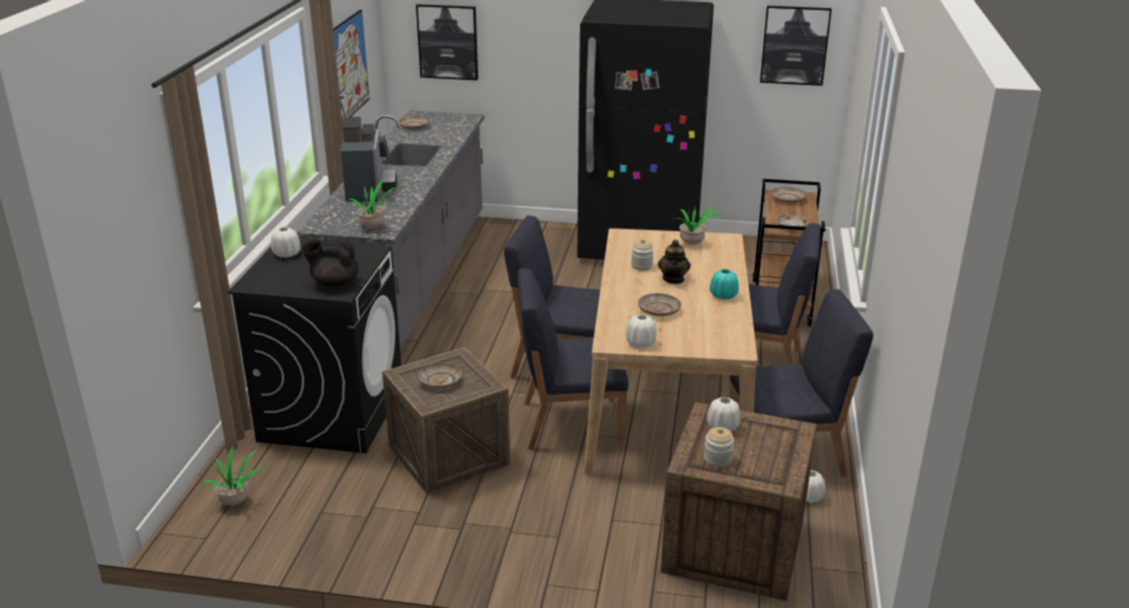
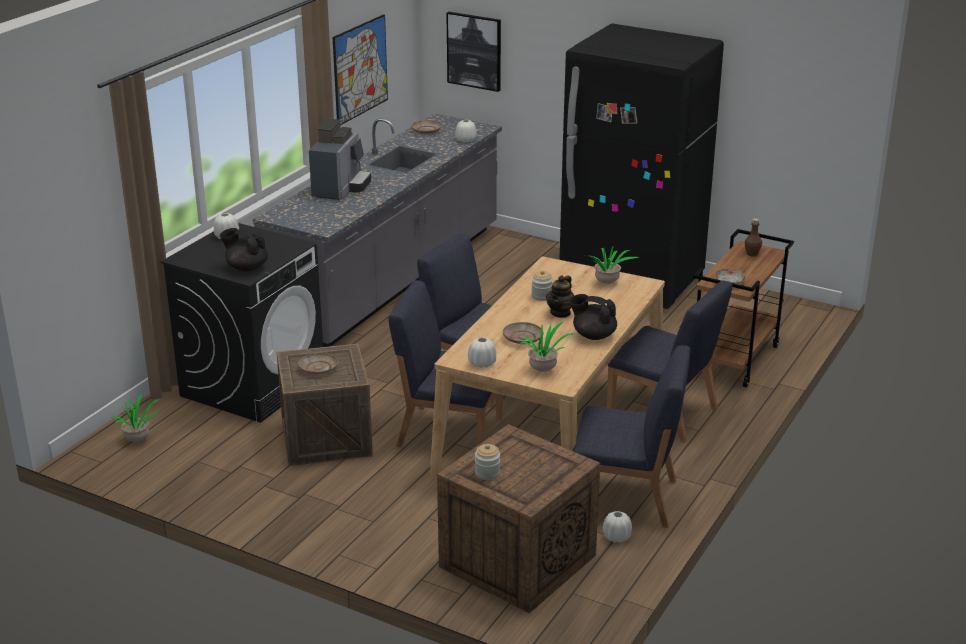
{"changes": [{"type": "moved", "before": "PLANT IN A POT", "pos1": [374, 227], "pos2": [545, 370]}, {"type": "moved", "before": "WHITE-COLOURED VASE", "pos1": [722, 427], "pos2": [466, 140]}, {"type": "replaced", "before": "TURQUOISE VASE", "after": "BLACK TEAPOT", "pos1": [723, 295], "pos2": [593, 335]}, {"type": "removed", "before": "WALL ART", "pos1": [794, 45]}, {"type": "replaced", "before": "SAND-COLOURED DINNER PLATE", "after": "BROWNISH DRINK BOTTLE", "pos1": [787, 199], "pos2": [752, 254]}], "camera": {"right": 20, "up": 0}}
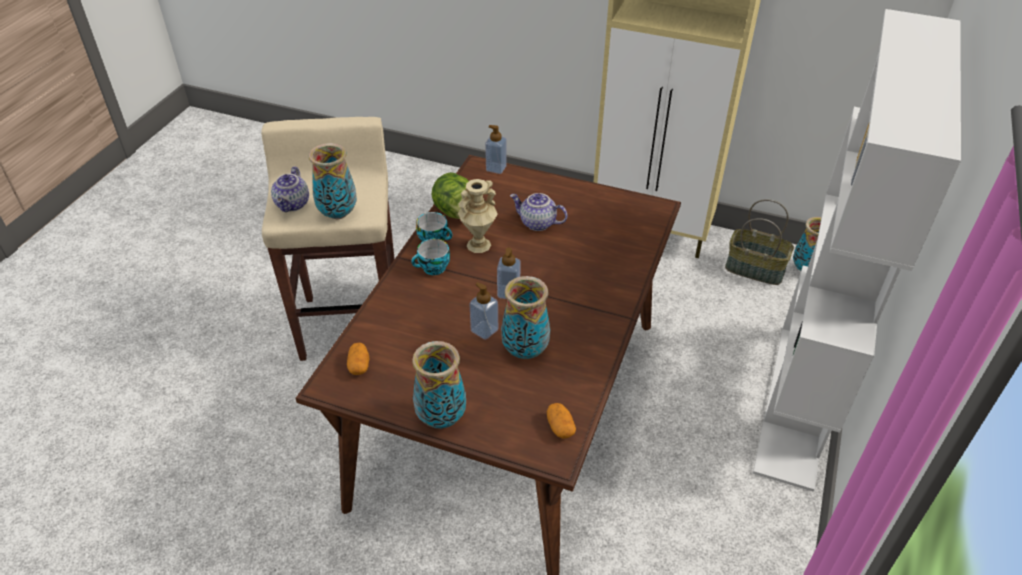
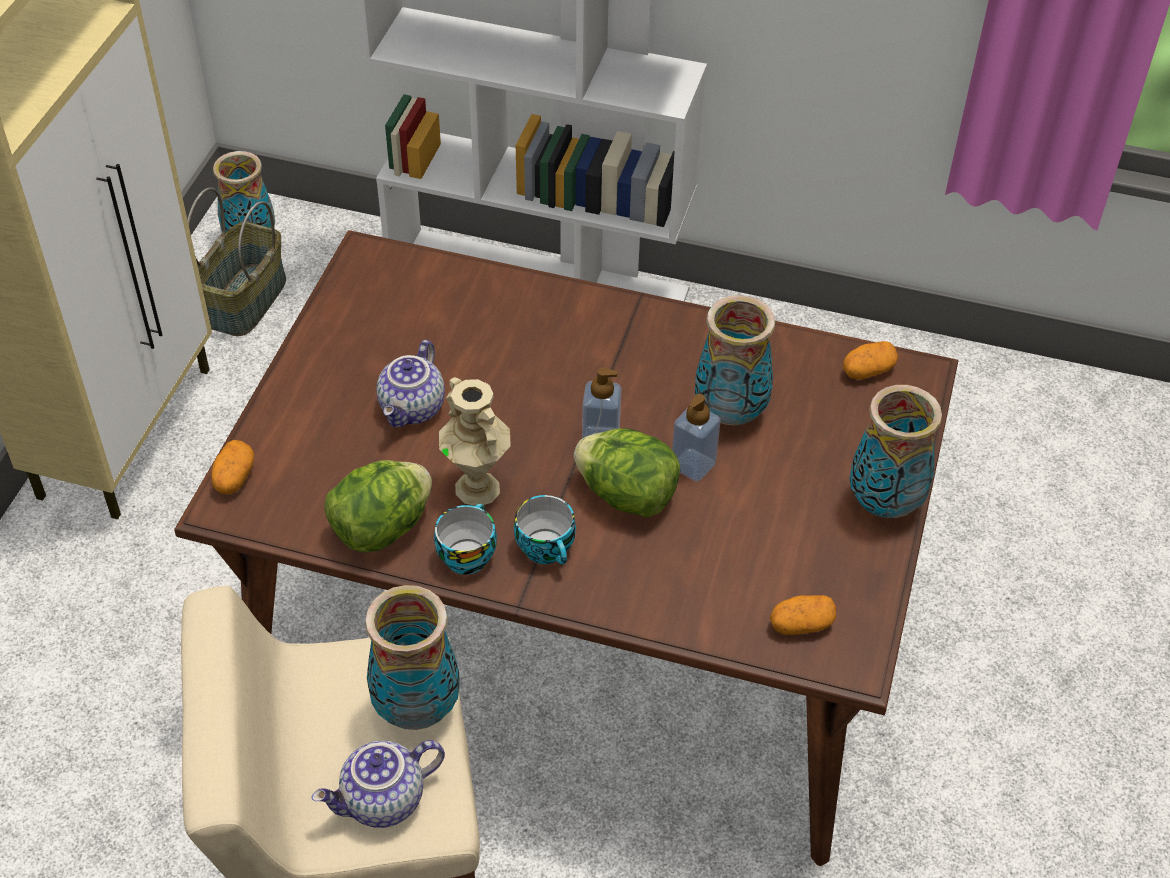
{"changes": [{"type": "turned", "before": "TEAPOT", "pos1": [293, 204], "pos2": [383, 802], "turn": 150}, {"type": "replaced", "before": "SOAP DISPENSER", "after": "WHOLE POTATO", "pos1": [496, 168], "pos2": [234, 477]}, {"type": "added", "after": "LETTUCE", "pos2": [627, 496]}], "camera": {"right": -95, "up": 5}}
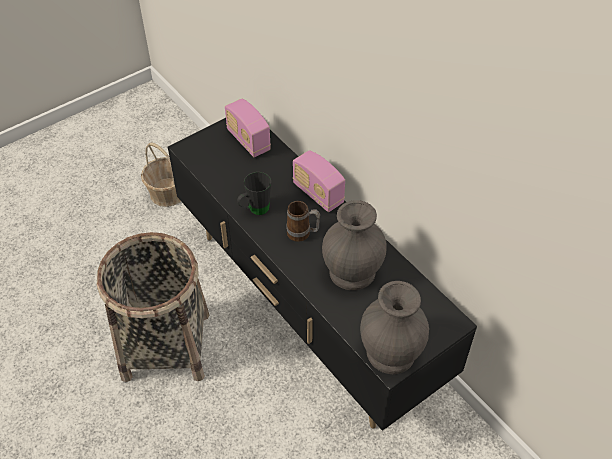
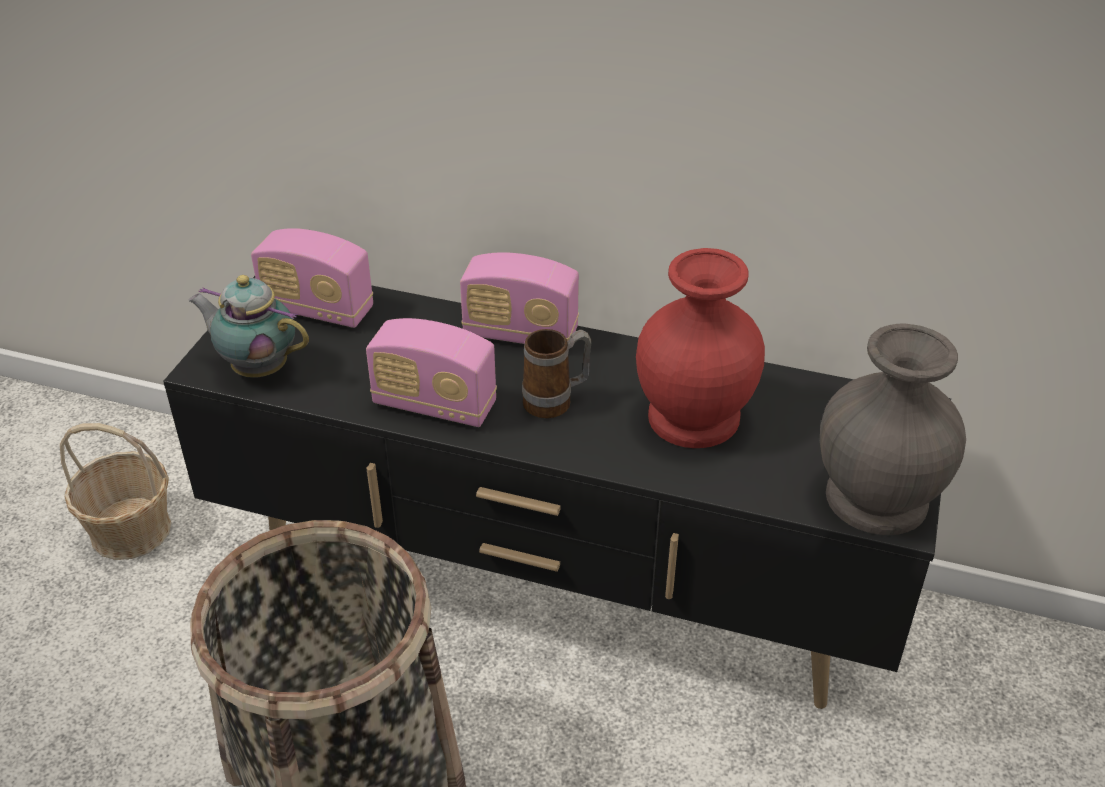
{"changes": [{"type": "replaced", "before": "BLACK TEA MUG", "after": "RADIO SET", "pos1": [254, 210], "pos2": [434, 405]}, {"type": "recoloured", "before": "GRAY VASE", "after": "RED-COLOURED VASE", "pos1": [353, 271], "pos2": [696, 415]}, {"type": "added", "after": "TEAPOT", "pos2": [257, 368]}], "camera": {"right": -35, "up": -10}}
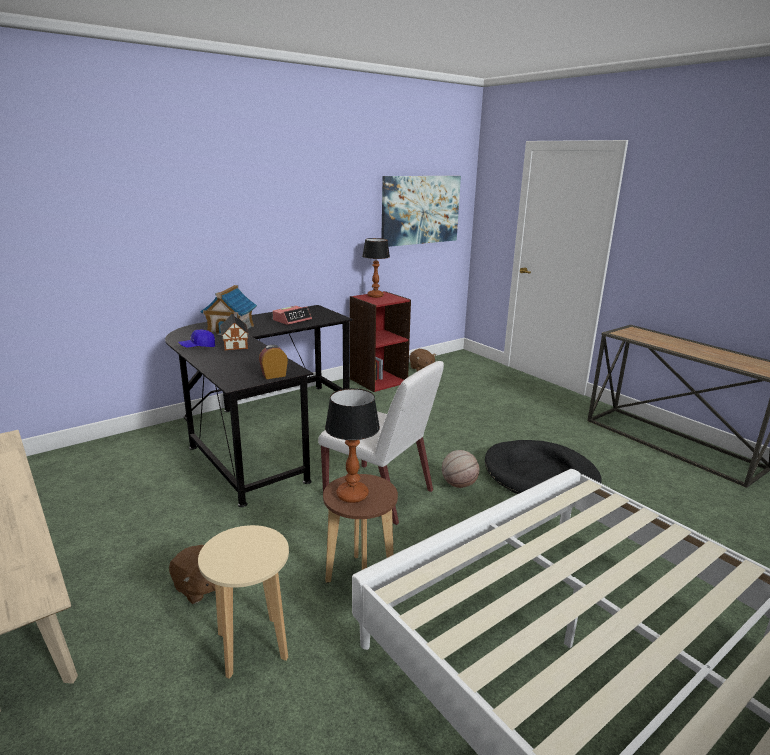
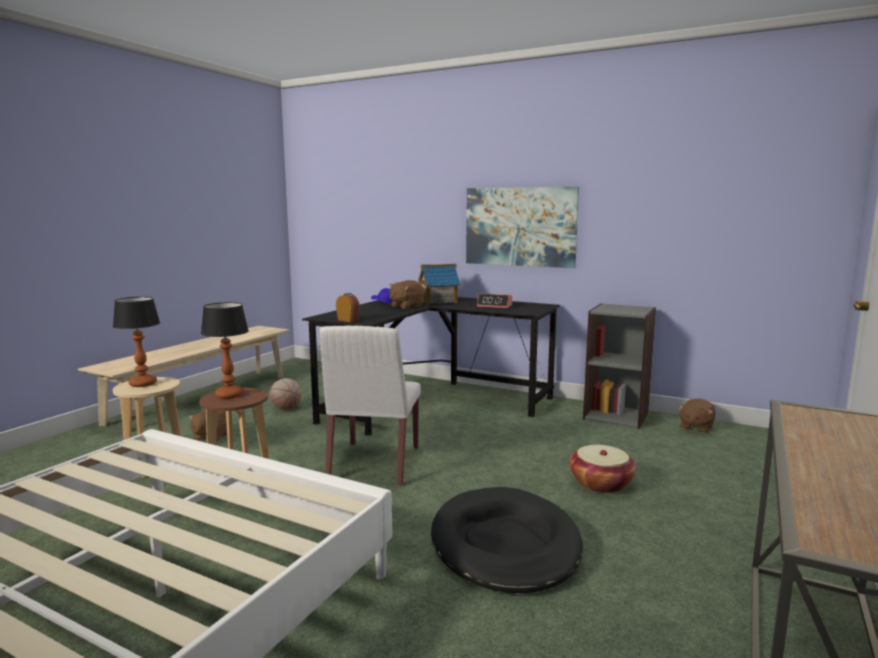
{"changes": [{"type": "replaced", "before": "MINIATURE HOUSE", "after": "BROWNISH CUDDLY TOY", "pos1": [235, 343], "pos2": [406, 306]}, {"type": "recoloured", "before": "RED-COLOURED BOOKCASE", "after": "GRAY BOOKCASE", "pos1": [378, 380], "pos2": [616, 415]}, {"type": "moved", "before": "TABLE LAMP", "pos1": [375, 296], "pos2": [143, 384]}, {"type": "moved", "before": "WALL ART", "pos1": [420, 210], "pos2": [520, 226]}, {"type": "moved", "before": "BASKETBALL BALL", "pos1": [458, 484], "pos2": [286, 408]}, {"type": "added", "after": "HOUSEHOLD BASKET", "pos2": [601, 483]}], "camera": {"right": 65, "up": -10}}
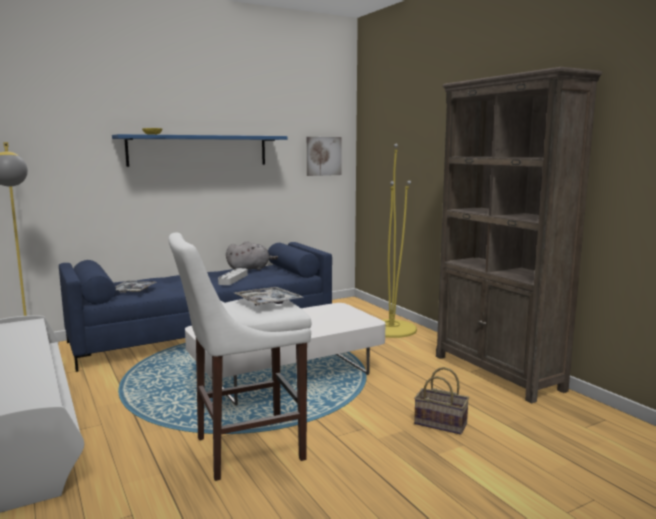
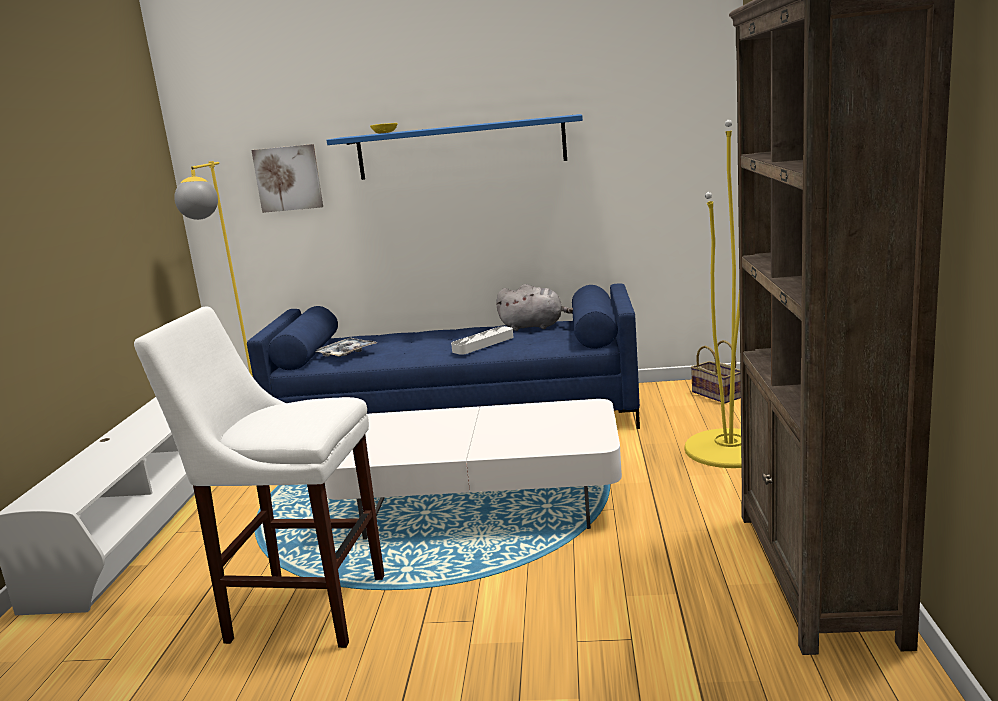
{"changes": [{"type": "removed", "before": "CARRYING TRAY", "pos1": [268, 303]}, {"type": "moved", "before": "WALL ART", "pos1": [323, 156], "pos2": [288, 178]}, {"type": "moved", "before": "HOUSEHOLD BASKET", "pos1": [442, 423], "pos2": [718, 395]}], "camera": {"right": 35, "up": 5}}
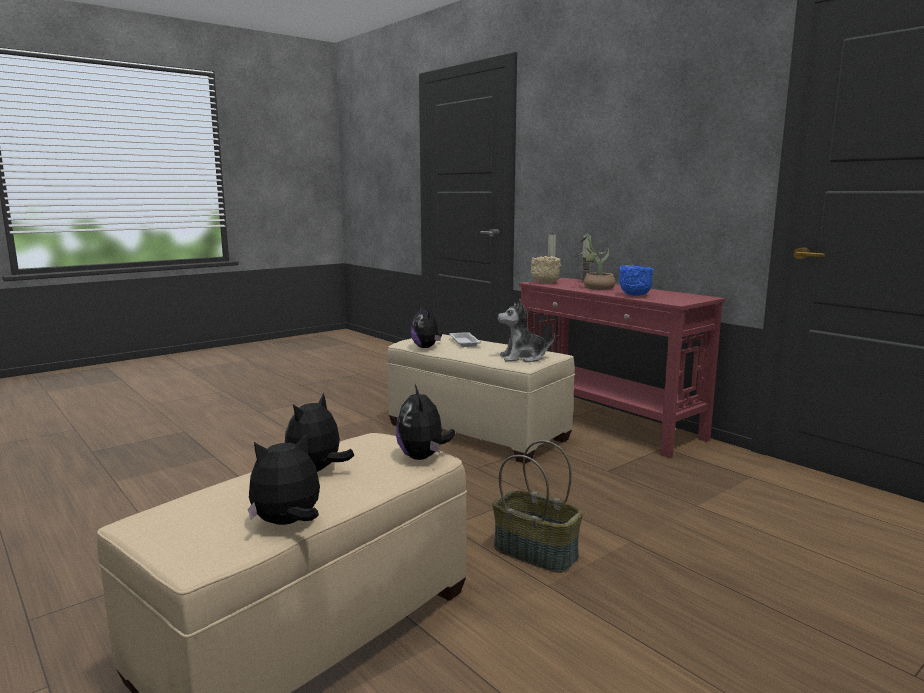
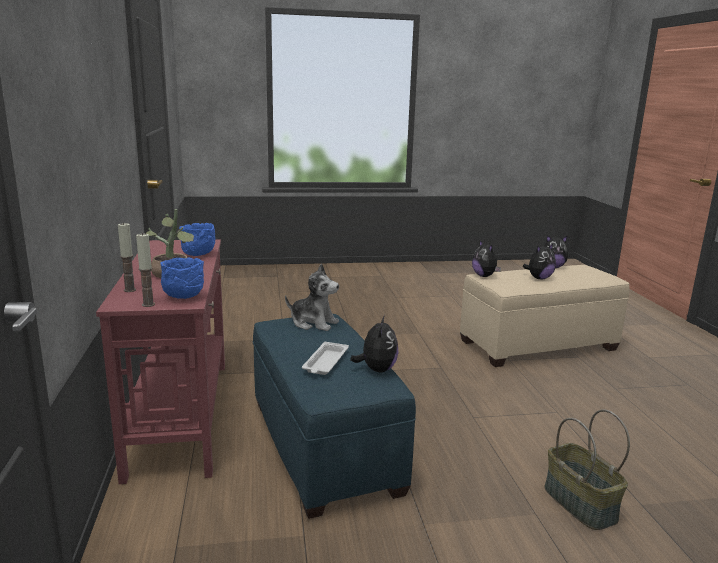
{"changes": [{"type": "recoloured", "before": "SAND-COLOURED POUFFE", "after": "BLUE-COLOURED POUFFE", "pos1": [478, 432], "pos2": [322, 445]}, {"type": "turned", "before": "CUDDLY TOY", "pos1": [423, 457], "pos2": [484, 276], "turn": 135}, {"type": "moved", "before": "HOUSEHOLD BASKET", "pos1": [536, 552], "pos2": [578, 503]}, {"type": "recoloured", "before": "SAND-COLOURED SERVING BOWL", "after": "BLUE-COLOURED SERVING BOWL", "pos1": [545, 283], "pos2": [183, 297]}], "camera": {"right": -150, "up": 5}}
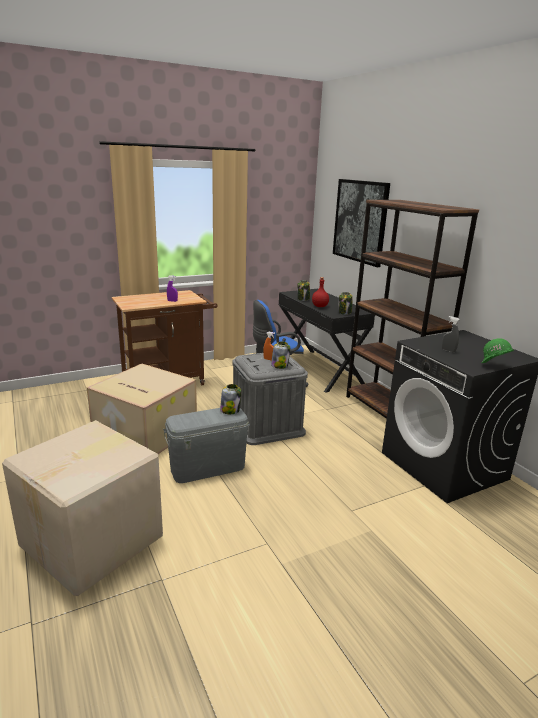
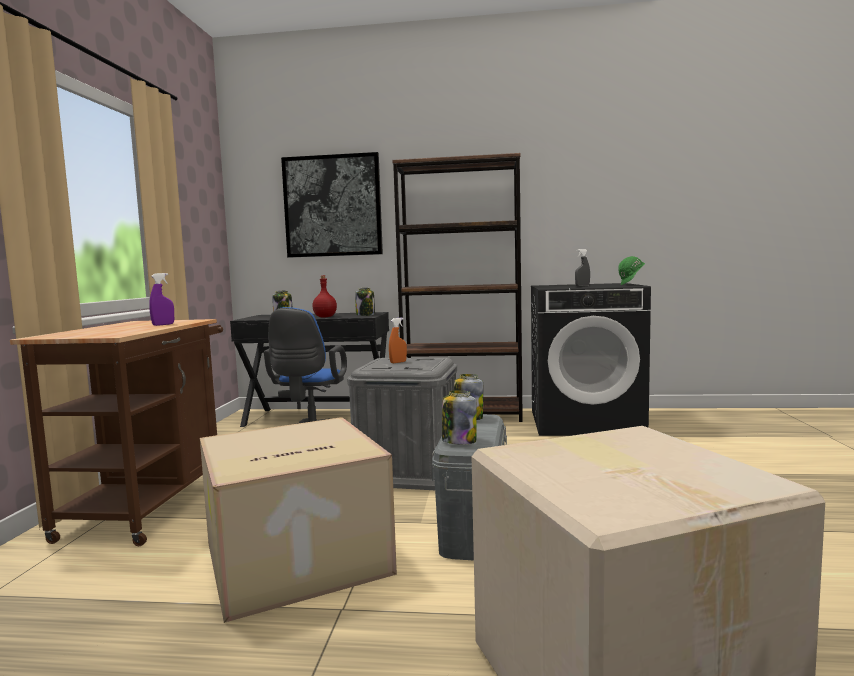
{"changes": [{"type": "moved", "before": "JAR", "pos1": [279, 366], "pos2": [458, 441]}], "camera": {"right": -55, "up": -15}}
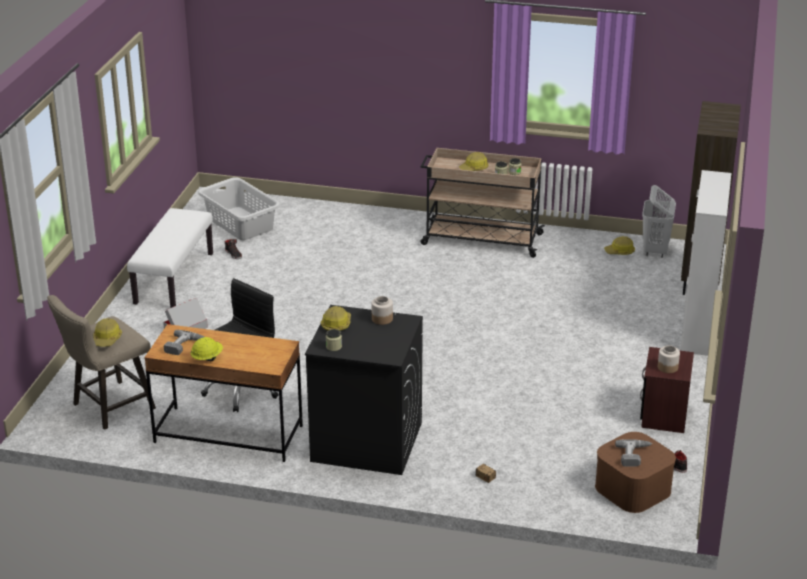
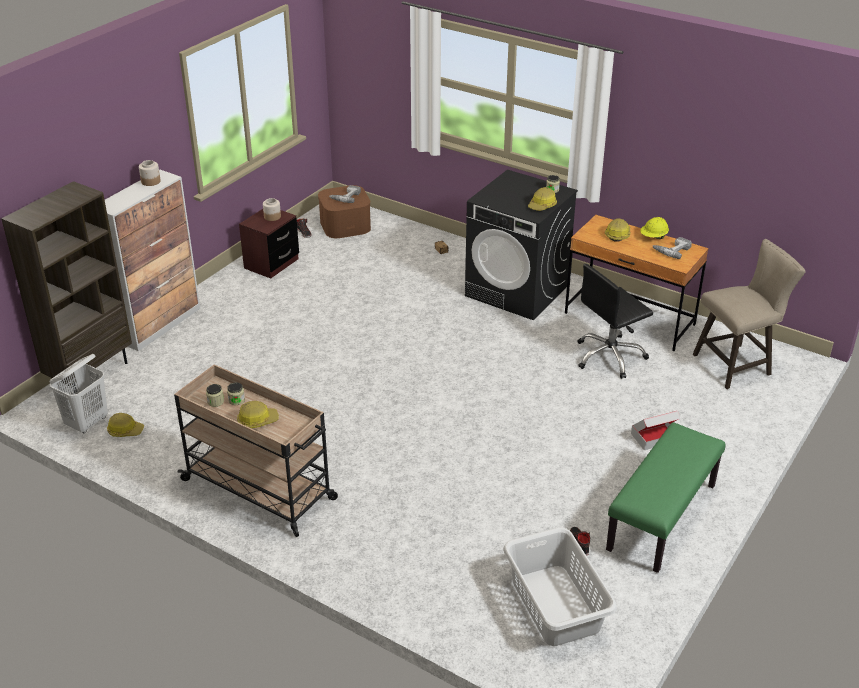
{"changes": [{"type": "moved", "before": "SAFETY HELMET", "pos1": [107, 339], "pos2": [617, 234]}, {"type": "recoloured", "before": "WHITE-COLOURED BENCH", "after": "GREEN BENCH", "pos1": [173, 278], "pos2": [662, 518]}, {"type": "moved", "before": "JAR", "pos1": [382, 319], "pos2": [151, 181]}], "camera": {"right": -160, "up": 5}}
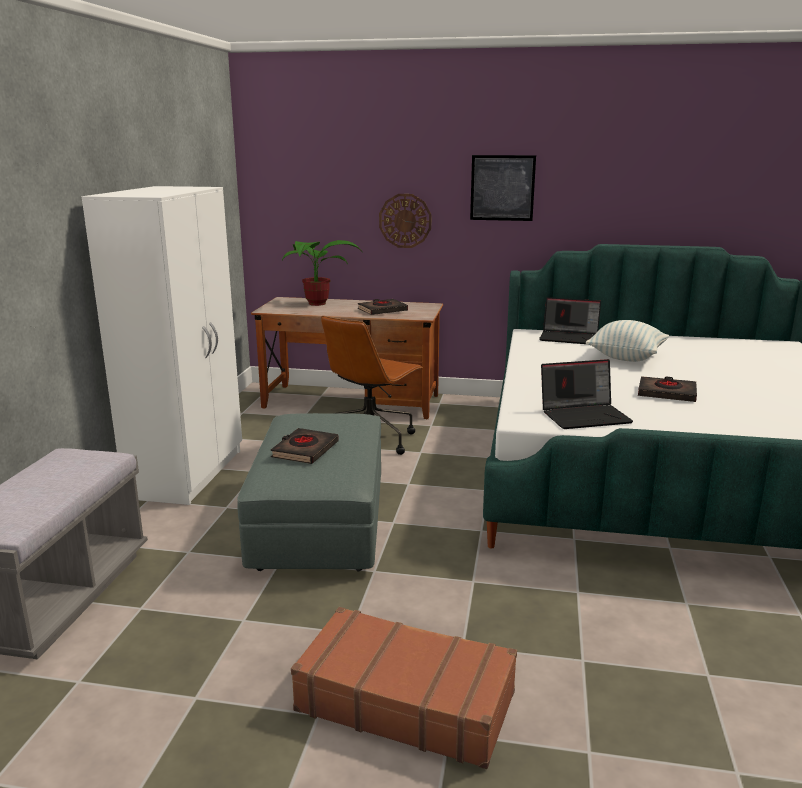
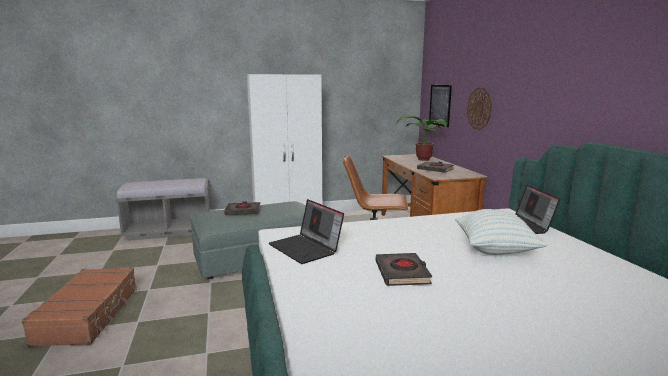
{"changes": [{"type": "moved", "before": "WALL ART", "pos1": [502, 188], "pos2": [440, 105]}], "camera": {"right": 65, "up": -5}}
